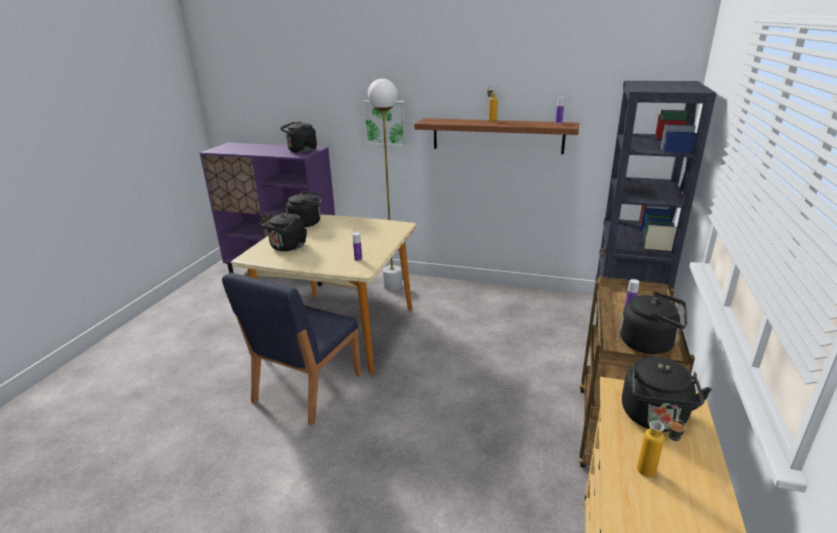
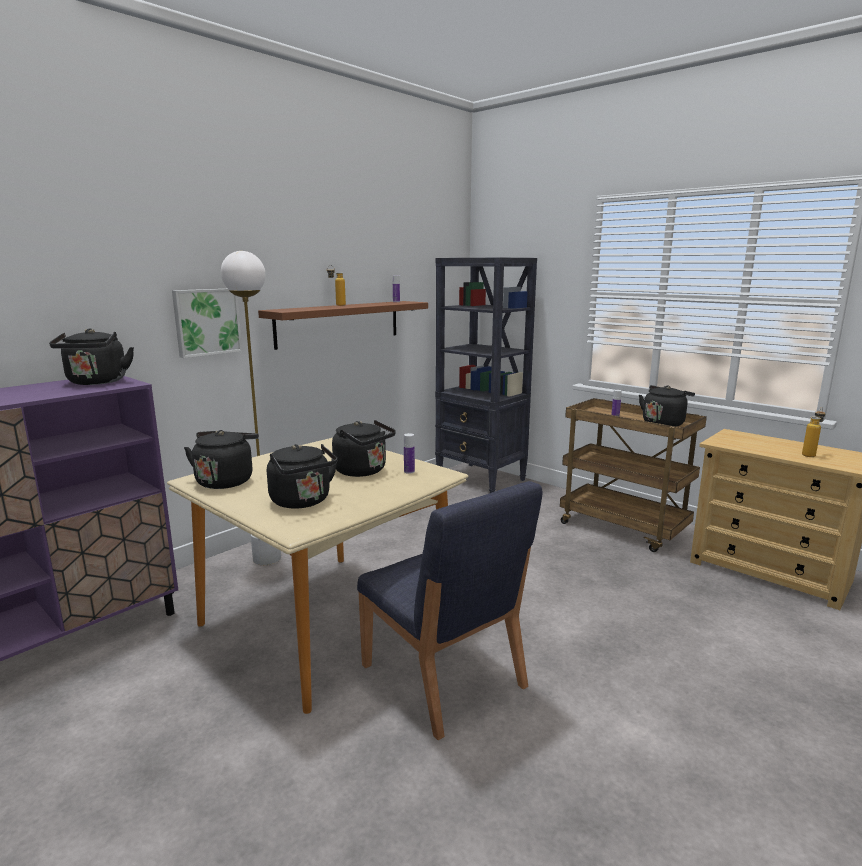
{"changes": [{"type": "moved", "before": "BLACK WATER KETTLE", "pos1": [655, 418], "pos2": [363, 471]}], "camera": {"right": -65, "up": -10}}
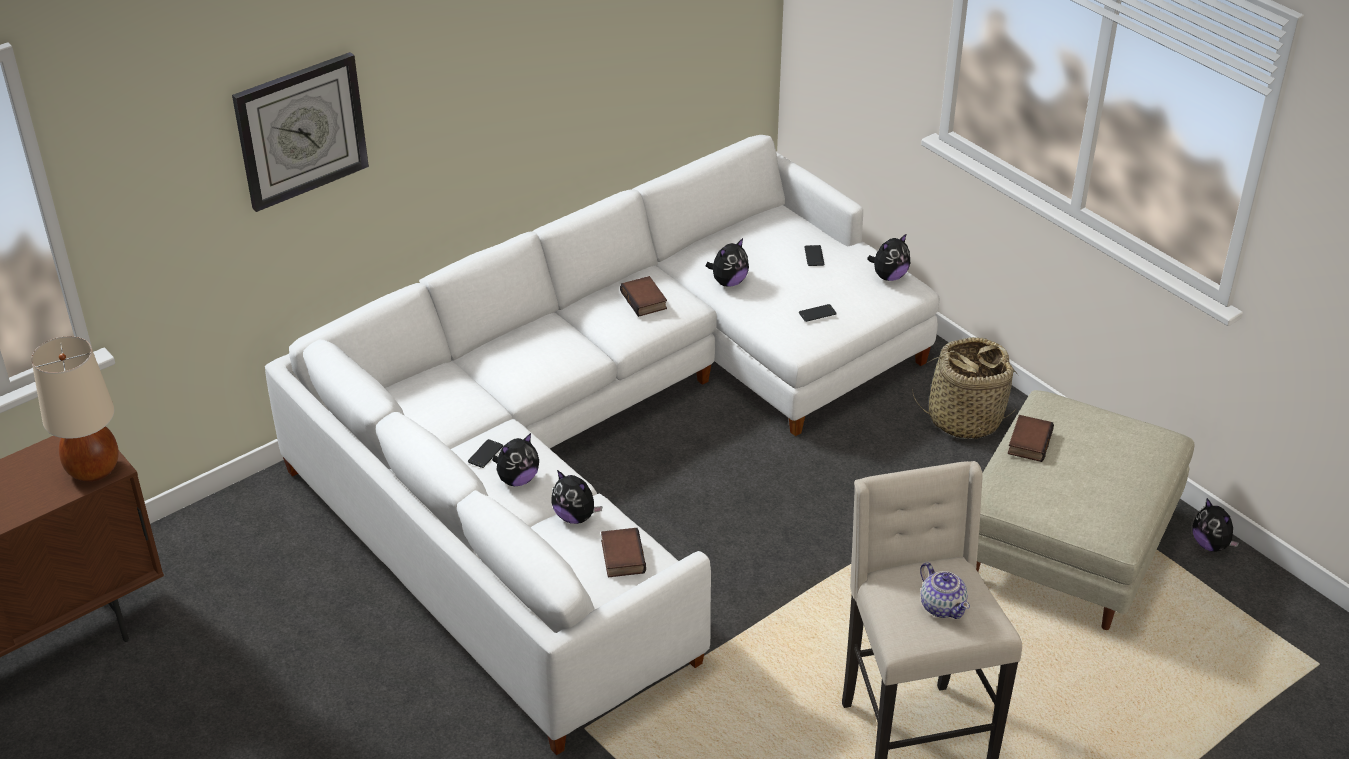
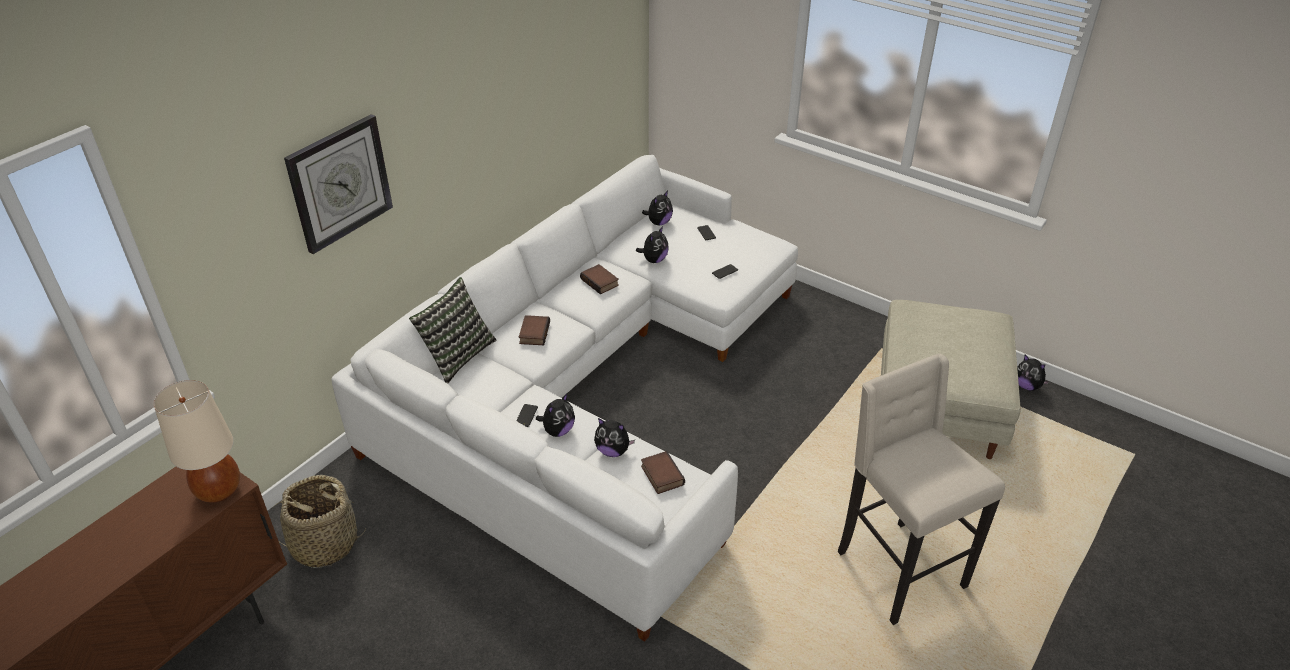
{"changes": [{"type": "moved", "before": "CUDDLY TOY", "pos1": [889, 276], "pos2": [659, 222]}, {"type": "moved", "before": "HOUSEHOLD BASKET", "pos1": [964, 418], "pos2": [324, 544]}, {"type": "removed", "before": "TEAPOT", "pos1": [942, 606]}, {"type": "moved", "before": "BOUND BOOK", "pos1": [1028, 442], "pos2": [533, 333]}, {"type": "added", "after": "PILLOW", "pos2": [457, 355]}], "camera": {"right": -15, "up": 0}}
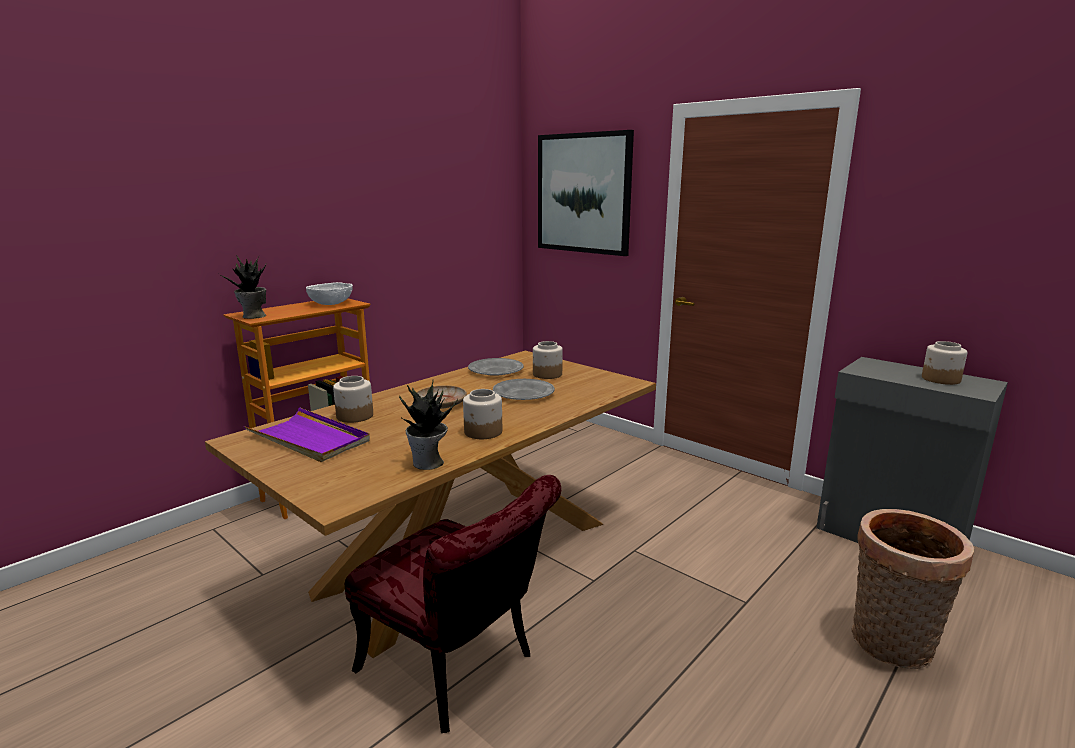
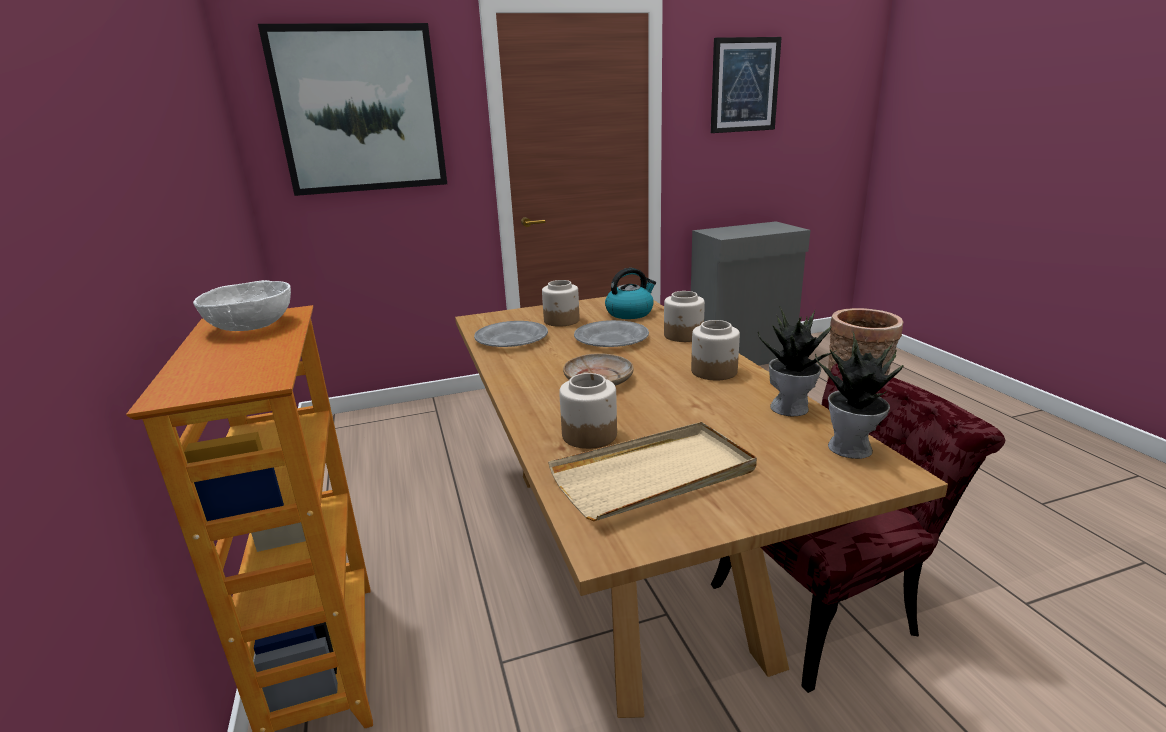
{"changes": [{"type": "moved", "before": "PLANT IN A POT", "pos1": [253, 316], "pos2": [852, 448]}, {"type": "recoloured", "before": "PURPLE-COLOURED CARRYING TRAY", "after": "SAND-COLOURED CARRYING TRAY", "pos1": [309, 439], "pos2": [654, 475]}, {"type": "moved", "before": "JAR", "pos1": [940, 379], "pos2": [683, 335]}, {"type": "added", "after": "WATER KETTLE", "pos2": [630, 313]}, {"type": "added", "after": "WALL ART", "pos2": [744, 85]}], "camera": {"right": -60, "up": 5}}
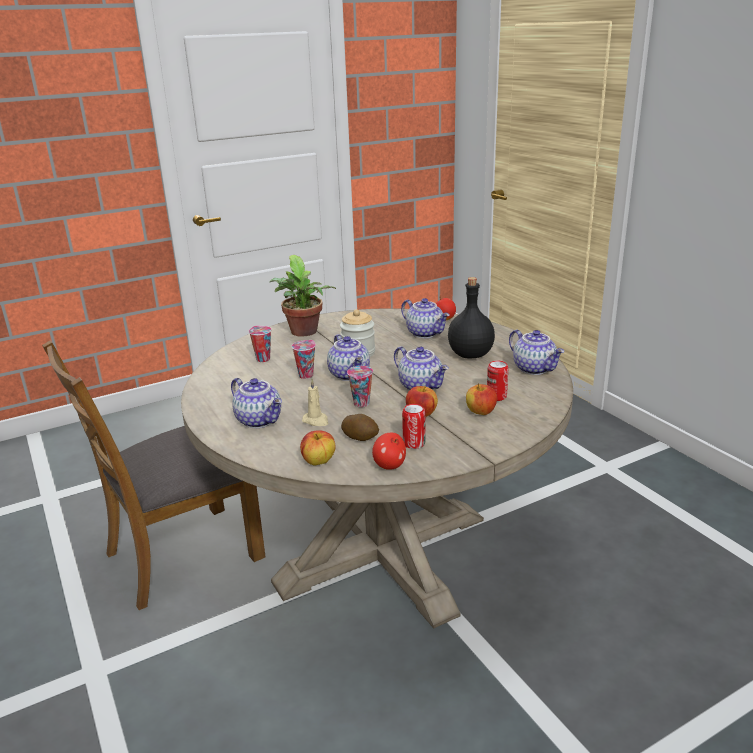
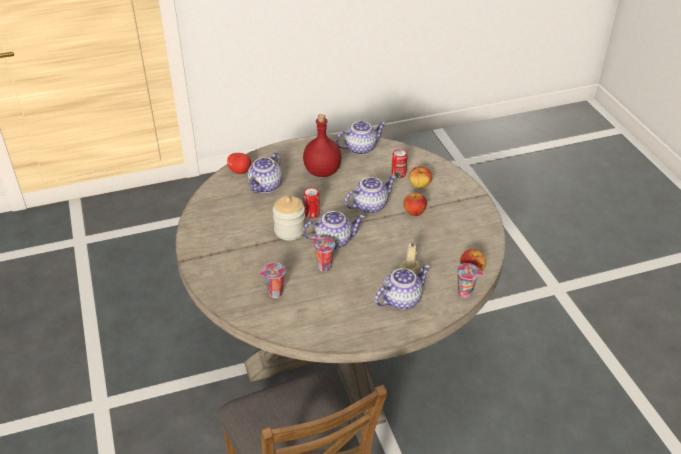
{"changes": [{"type": "removed", "before": "PLANT IN A POT", "pos1": [304, 333]}, {"type": "removed", "before": "WHOLE POTATO", "pos1": [360, 437]}, {"type": "moved", "before": "SMALL CUP", "pos1": [362, 404], "pos2": [466, 293]}, {"type": "removed", "before": "WHOLE APPLE", "pos1": [389, 465]}, {"type": "turned", "before": "TEAPOT", "pos1": [425, 333], "pos2": [266, 186], "turn": 150}, {"type": "moved", "before": "CAN", "pos1": [414, 443], "pos2": [311, 214]}, {"type": "recoloured", "before": "BLACK DRINK BOTTLE", "after": "RED-COLOURED DRINK BOTTLE", "pos1": [469, 355], "pos2": [322, 172]}], "camera": {"right": -80, "up": 15}}
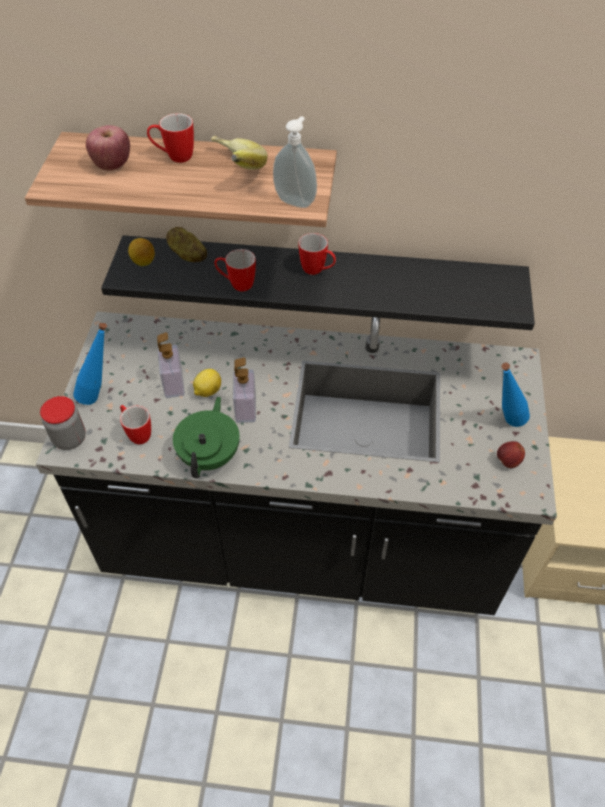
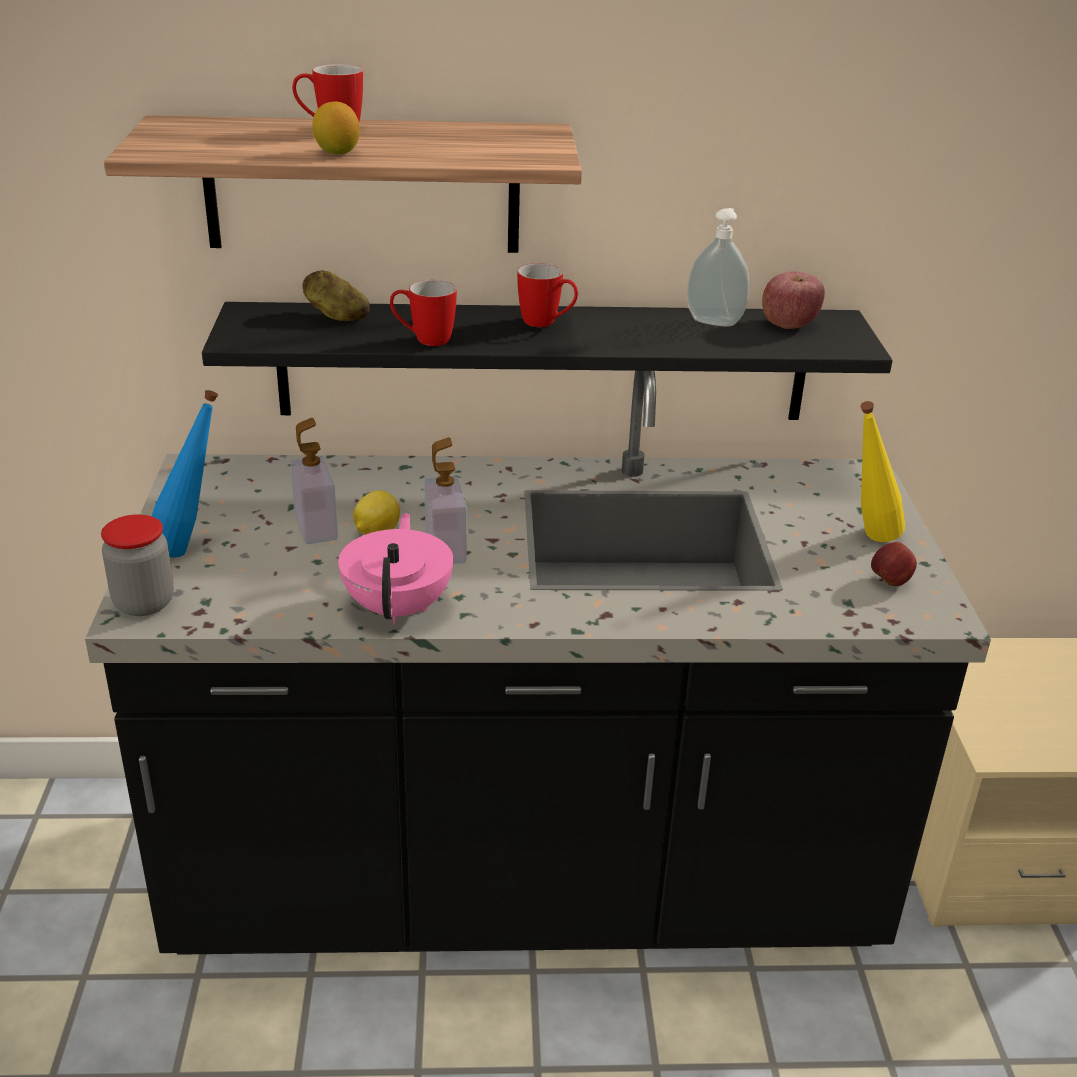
{"changes": [{"type": "moved", "before": "WHOLE APPLE", "pos1": [112, 165], "pos2": [788, 324]}, {"type": "removed", "before": "TEA MUG", "pos1": [137, 433]}, {"type": "moved", "before": "LEMON", "pos1": [143, 262], "pos2": [337, 152]}, {"type": "recoloured", "before": "GREEN TEAPOT", "after": "PINKISH TEAPOT", "pos1": [210, 455], "pos2": [399, 607]}, {"type": "removed", "before": "WHOLE BANANA", "pos1": [234, 170]}, {"type": "moved", "before": "SOAP DISPENSER", "pos1": [296, 201], "pos2": [715, 321]}, {"type": "recoloured", "before": "BLUE-COLOURED DRINK BOTTLE", "after": "YELLOW DRINK BOTTLE", "pos1": [503, 423], "pos2": [866, 540]}], "camera": {"right": -10, "up": -20}}
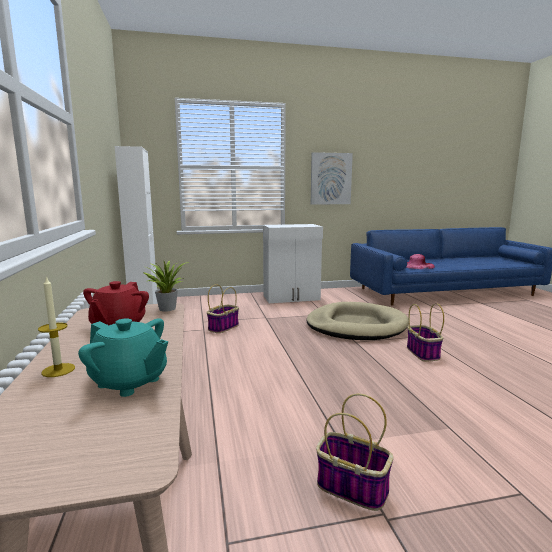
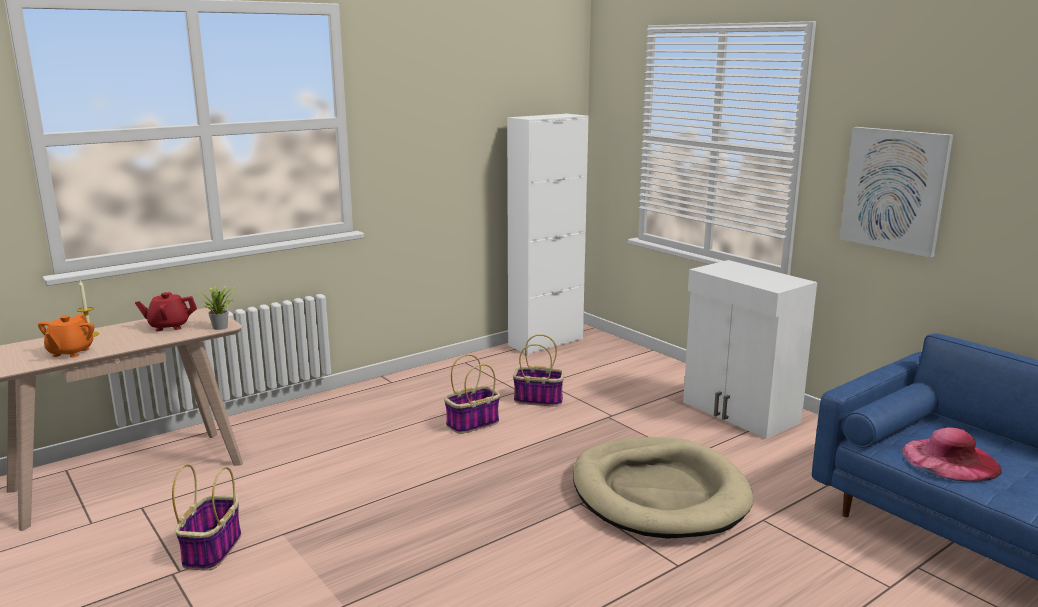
{"changes": [{"type": "recoloured", "before": "TURQUOISE TEAPOT", "after": "ORANGE TEAPOT", "pos1": [129, 382], "pos2": [70, 352]}, {"type": "moved", "before": "HOUSEHOLD BASKET", "pos1": [423, 353], "pos2": [472, 424]}], "camera": {"right": 65, "up": 5}}
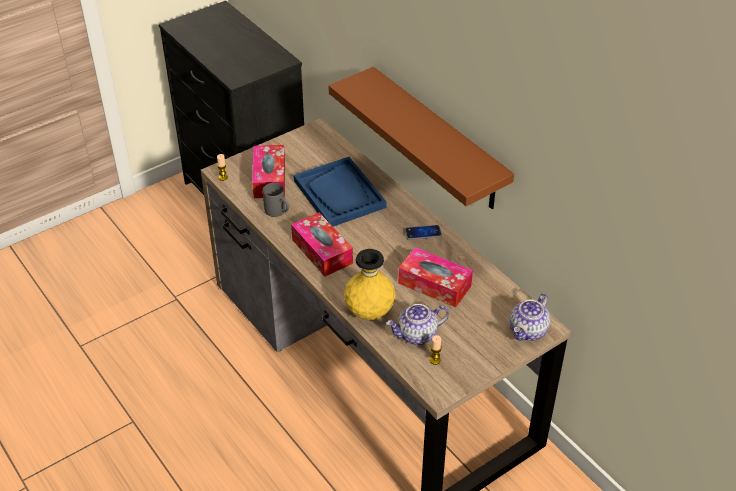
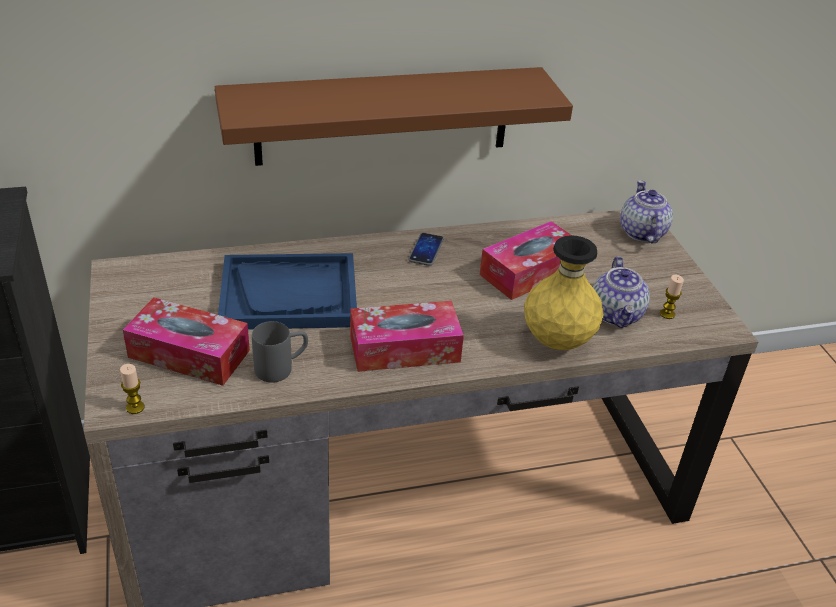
{"changes": [{"type": "turned", "before": "TEAPOT", "pos1": [528, 331], "pos2": [641, 232], "turn": -150}], "camera": {"right": -70, "up": -5}}
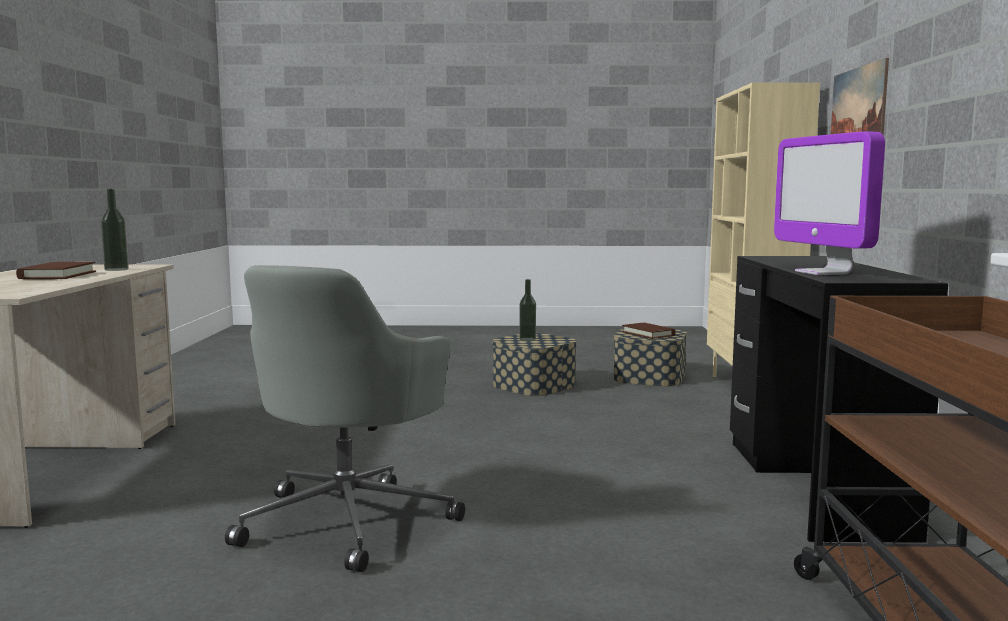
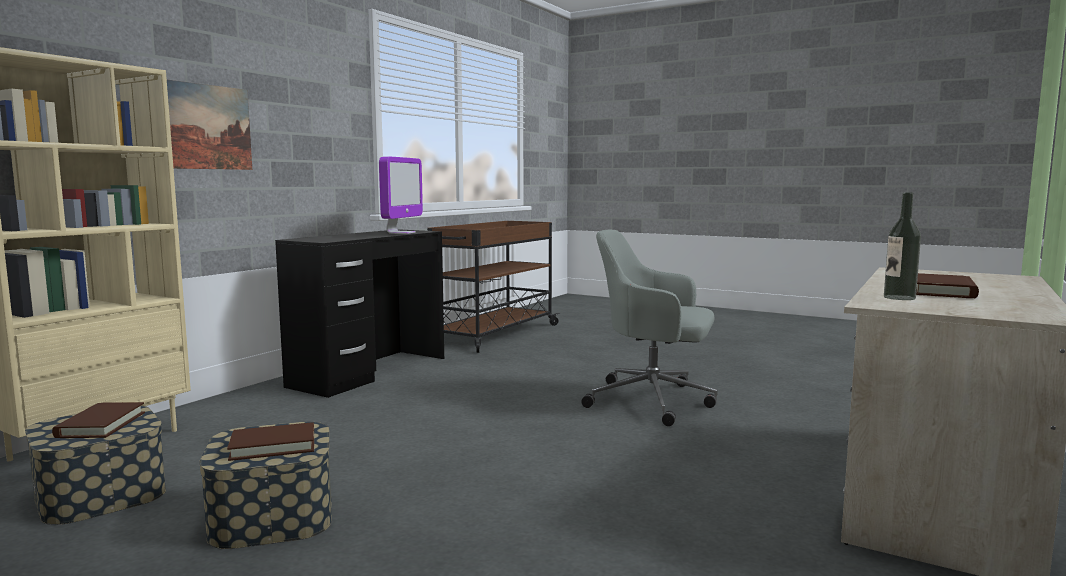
{"changes": [{"type": "turned", "before": "GRAY OFFICE CHAIR", "pos1": [349, 520], "pos2": [653, 401], "turn": -120}, {"type": "replaced", "before": "DRINK BOTTLE", "after": "BROWNISH BOUND BOOK", "pos1": [527, 339], "pos2": [273, 446]}], "camera": {"right": -150, "up": 0}}
